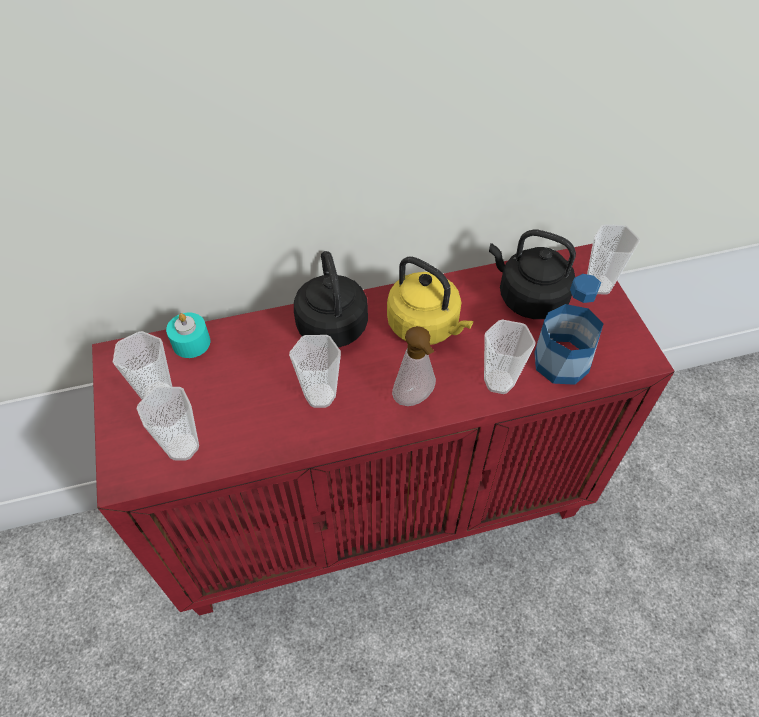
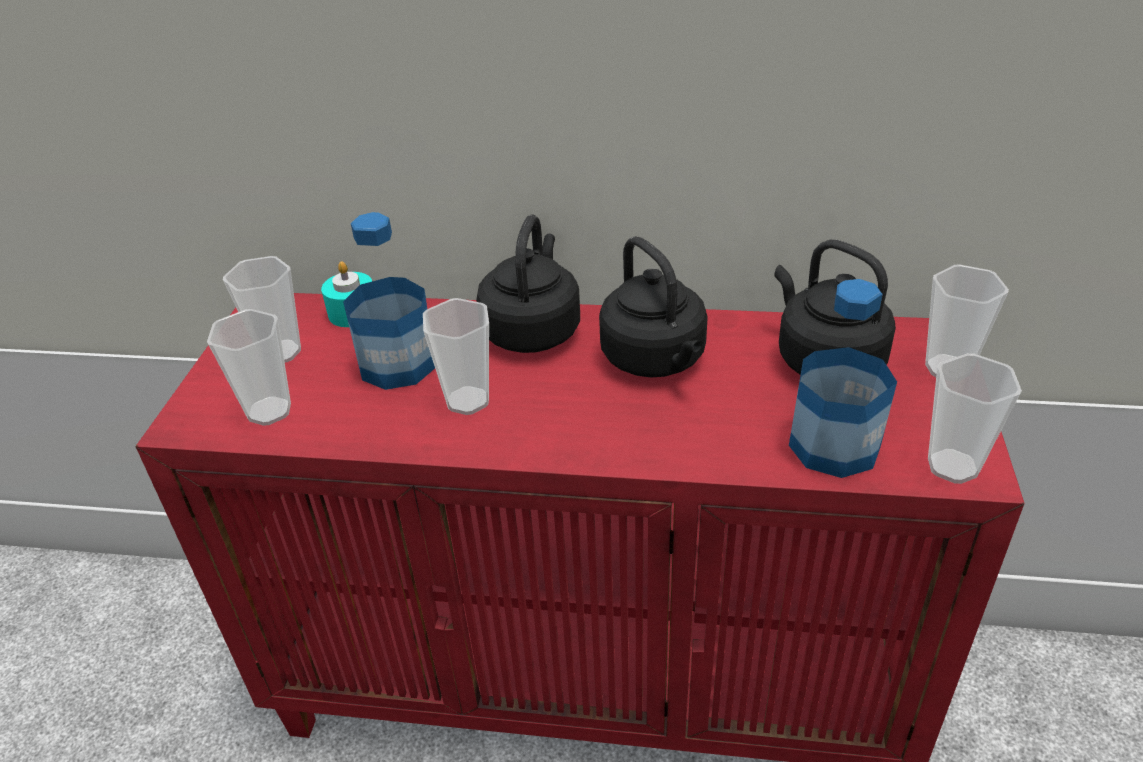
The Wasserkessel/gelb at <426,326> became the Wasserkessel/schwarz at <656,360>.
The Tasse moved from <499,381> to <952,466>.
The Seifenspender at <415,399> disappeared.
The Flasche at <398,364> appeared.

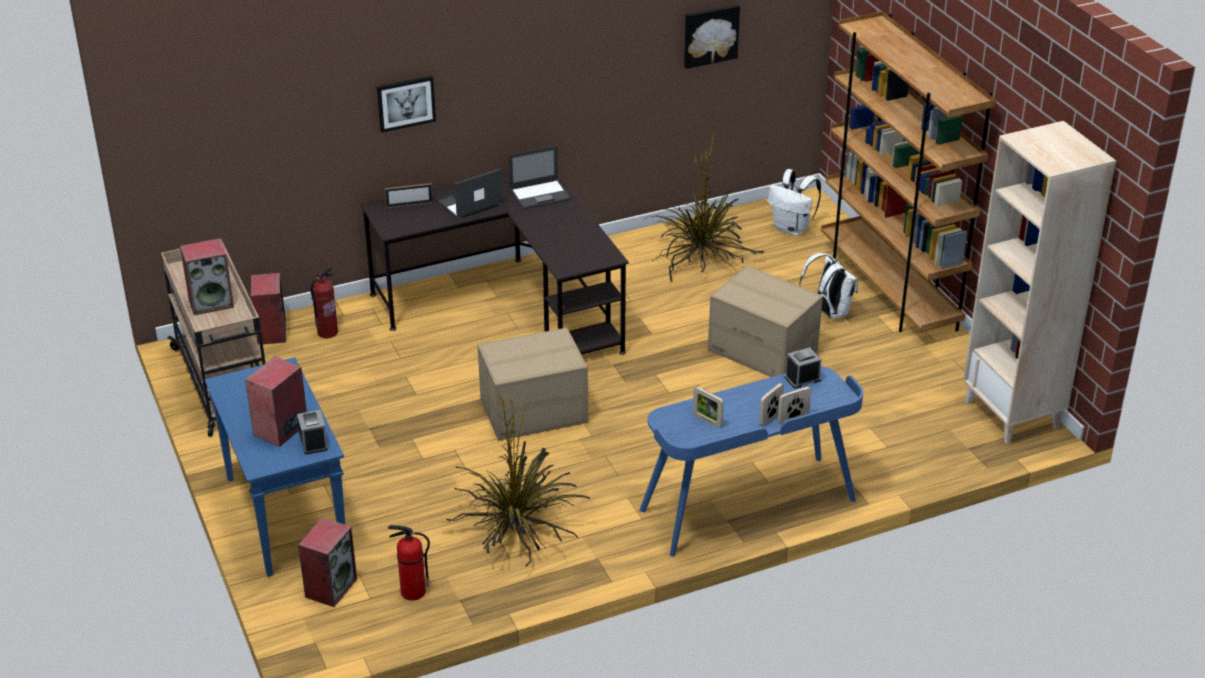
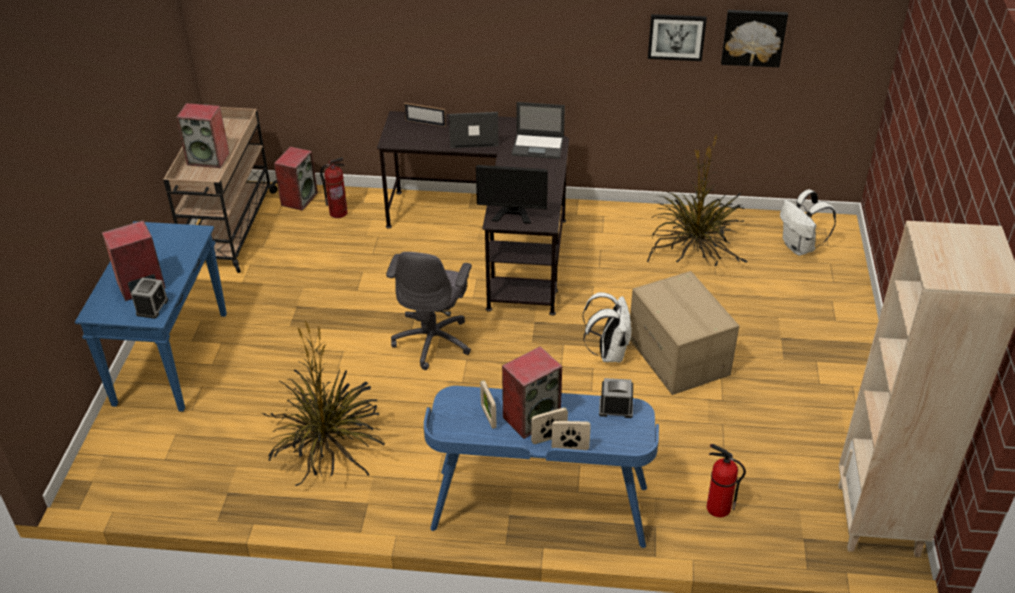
The Bücherregal/braun at <889,290> disappeared.
The Bild moved from <405,103> to <676,36>.
The Rucksack/weiß moved from <828,312> to <608,353>.
The Karton at <534,412> was replaced by the Bürostuhl/grau at <433,341>.
The Lautsprecher moved from <331,587> to <531,417>.
The Feuerlöscher moved from <412,592> to <717,507>.
The Monitor at <514,208> appeared.

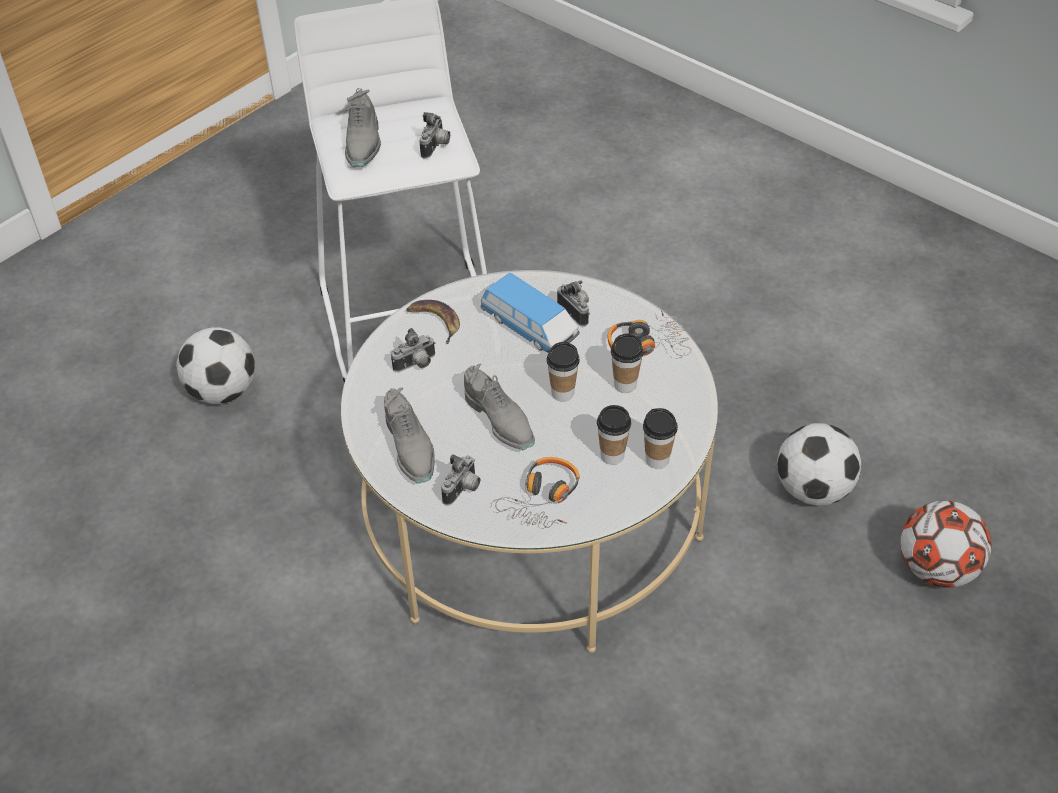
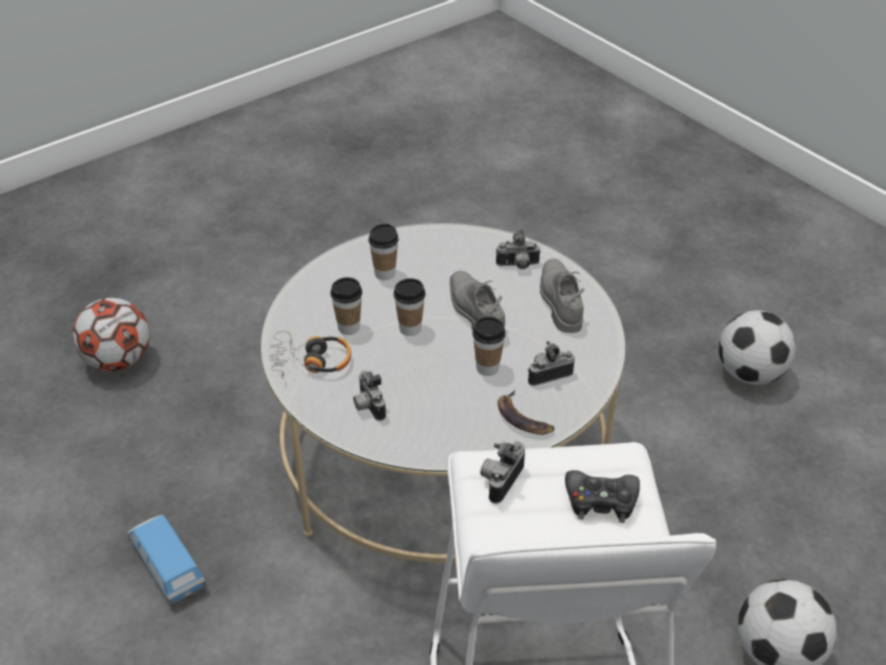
The Schuh/grau at <363,144> was replaced by the Gamepad/schwarz at <601,501>.
The Spielzeugauto moved from <529,327> to <168,566>.
The Tasse moved from <657,459> to <487,368>.
The Fußball moved from <813,490> to <749,374>.
The Kamera at <463,490> turned 135 degrees counterclockwise.
The Kopfhörer at <544,498> disappeared.

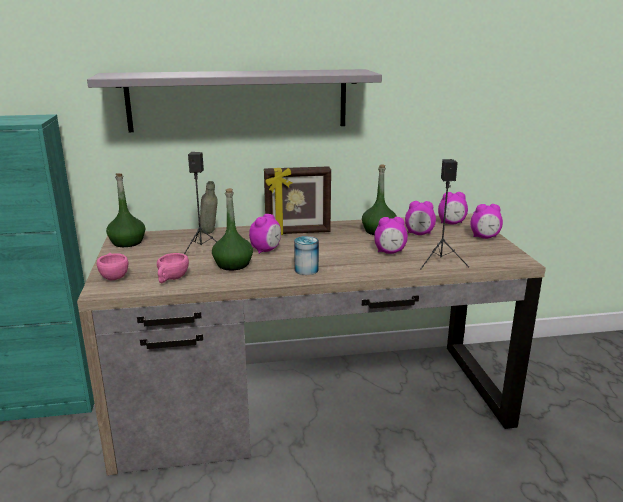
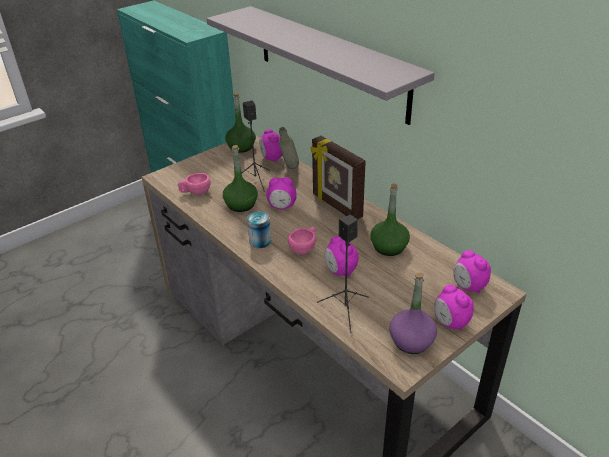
The Wecker moved from <419,234> to <272,158>.
The Tasse/rosa moved from <114,276> to <304,248>.
The Flasche/lila at <411,341> appeared.

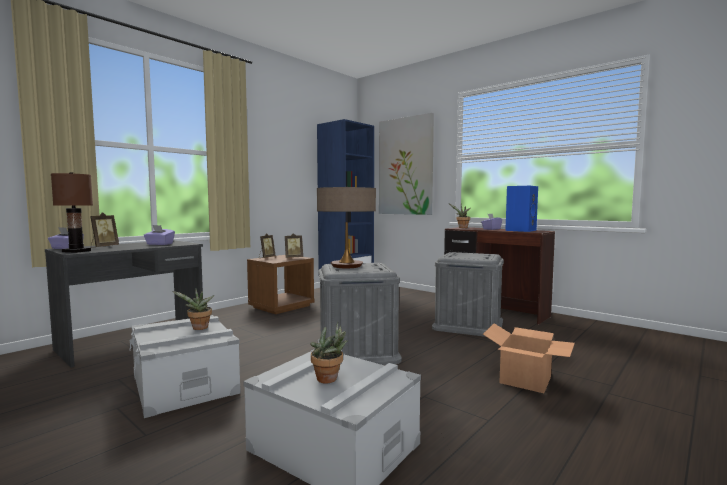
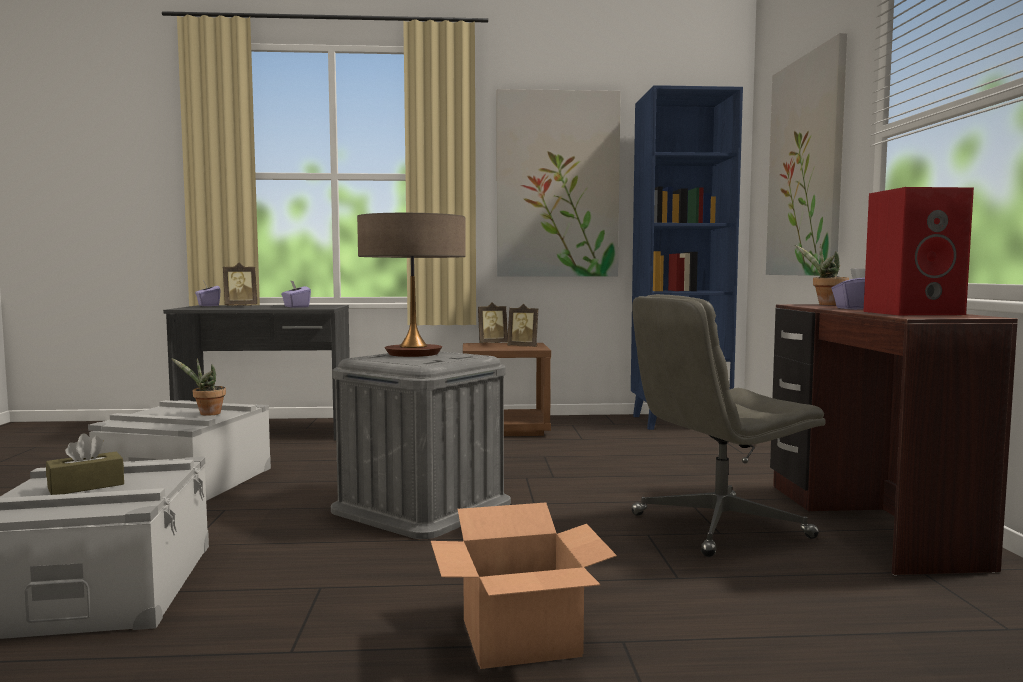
The Tischlampe/braun at <76,251> disappeared.
The Lautsprecher/blau at <520,230> became the Lautsprecher/rot at <913,313>.
The Aufbewahrungsbox/grau at <468,324> was replaced by the Bürostuhl/grau at <718,526>.
The Topfpflanze at <329,380> was replaced by the Taschentuchbox/braun at <86,486>.
The Bild at <557,185> appeared.

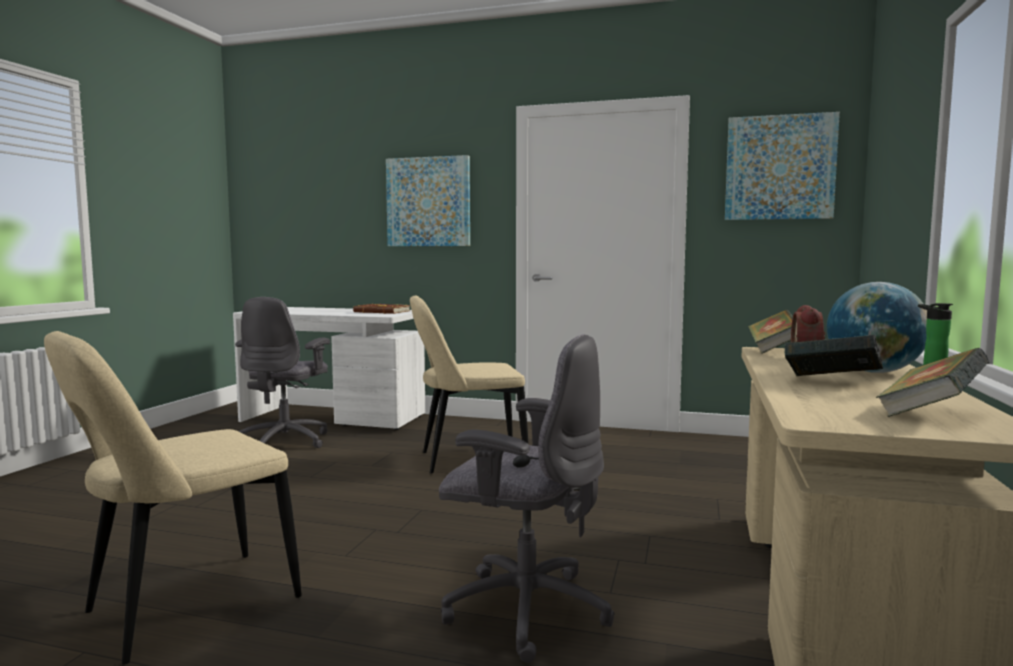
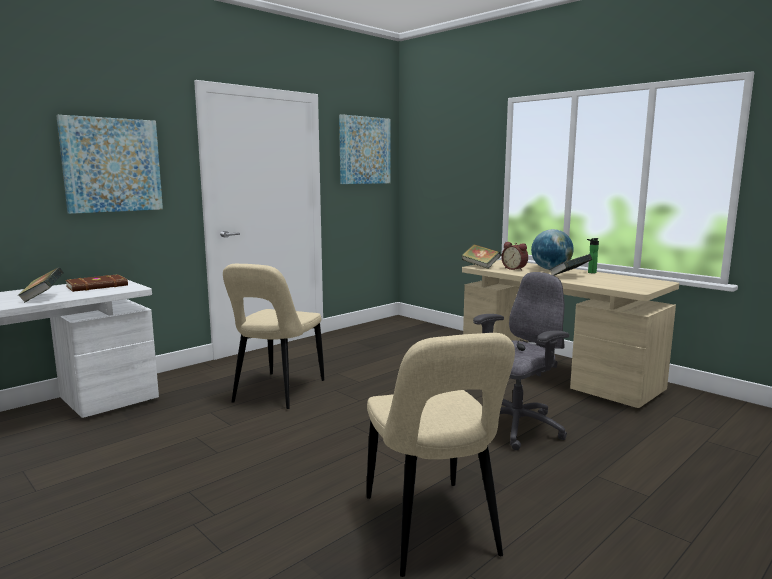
The Bürostuhl/grau at <286,441> disappeared.
The Buch moved from <930,414> to <43,298>.

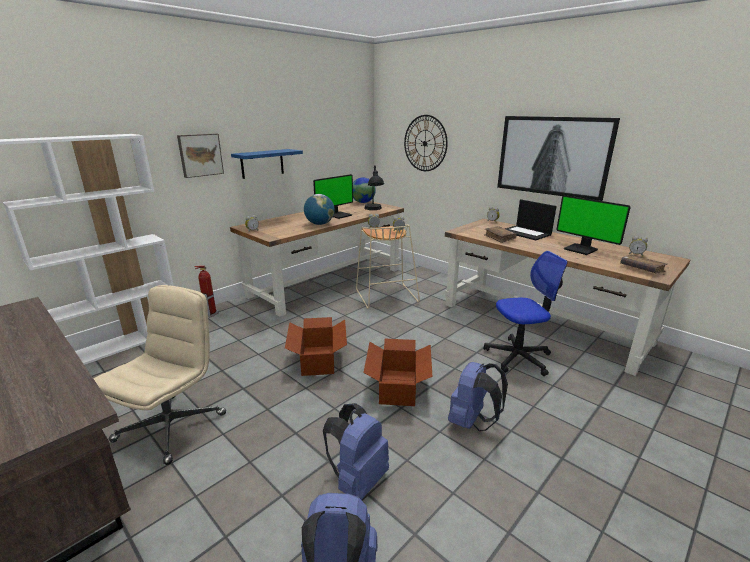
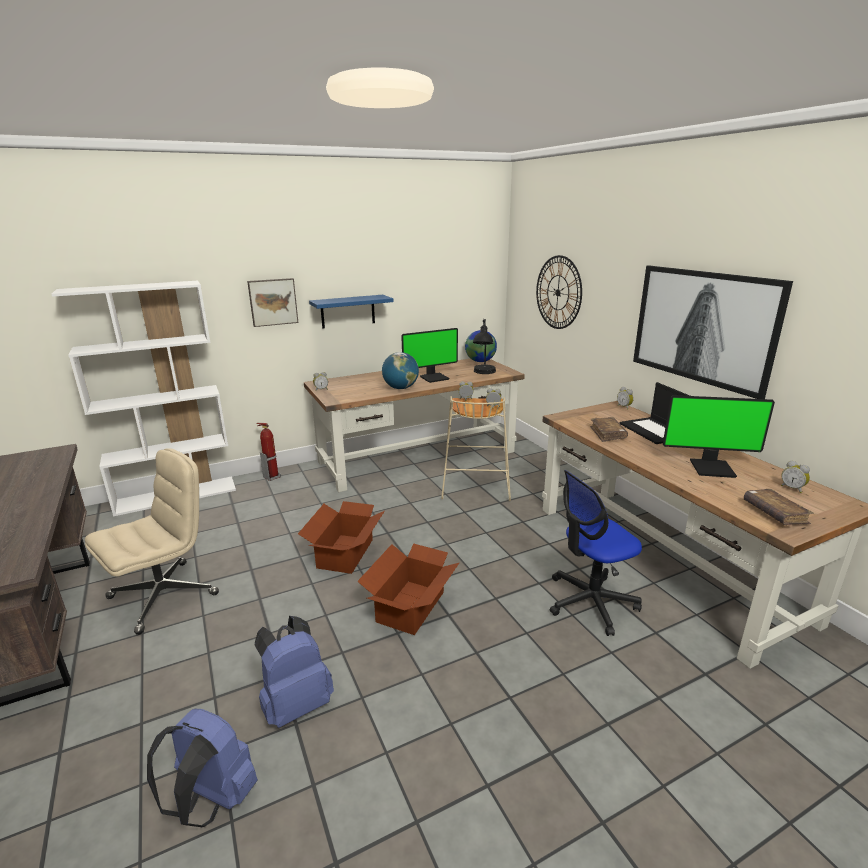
The Monitor at <581,249> turned 60 degrees counterclockwise.
The Bürostuhl at <518,357> turned 150 degrees clockwise.
The Rucksack/blau at <472,422> disappeared.

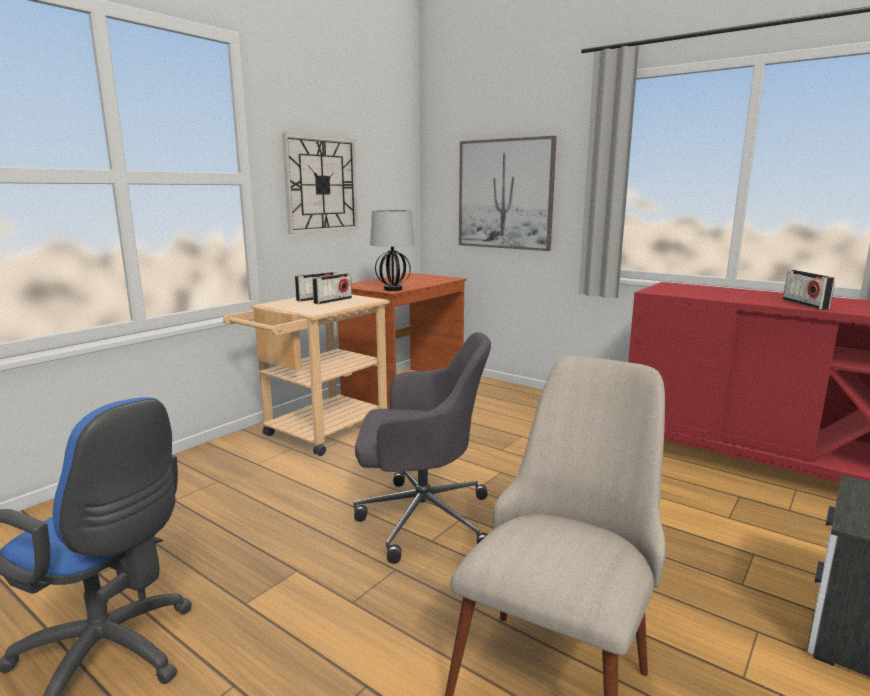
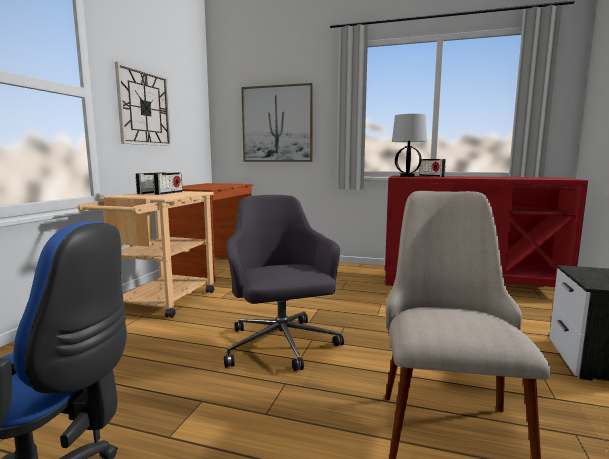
The Tischlampe moved from <393,289> to <407,176>.
The Radio moved from <805,304> to <431,176>.
The Bürostuhl/grau at <421,518> turned 90 degrees counterclockwise.

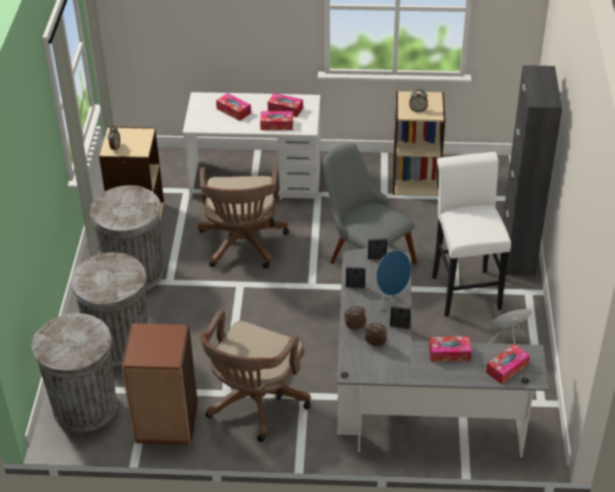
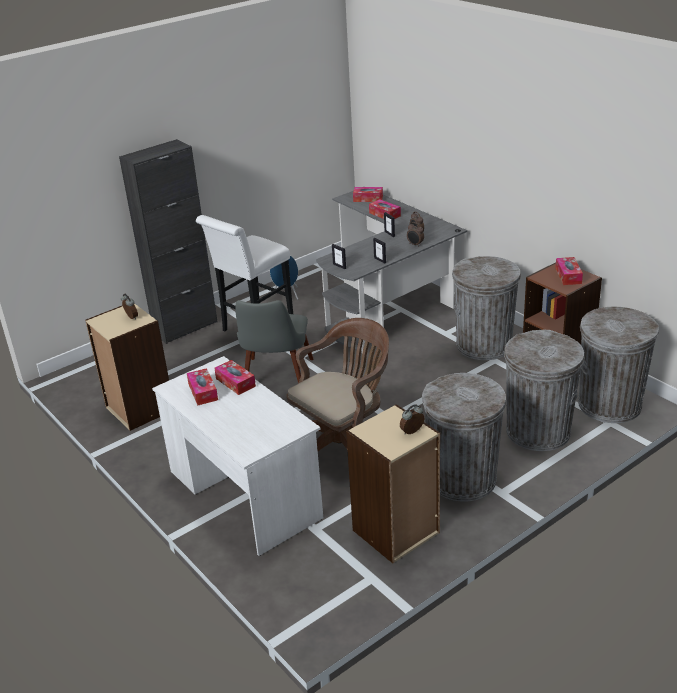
The Taschentuchbox moved from <233,111> to <568,276>.
The Lautsprecher/blau at <390,297> disappeared.
The Bürostuhl/braun at <254,404> was replaced by the Mülleimer/grau at <484,345>.

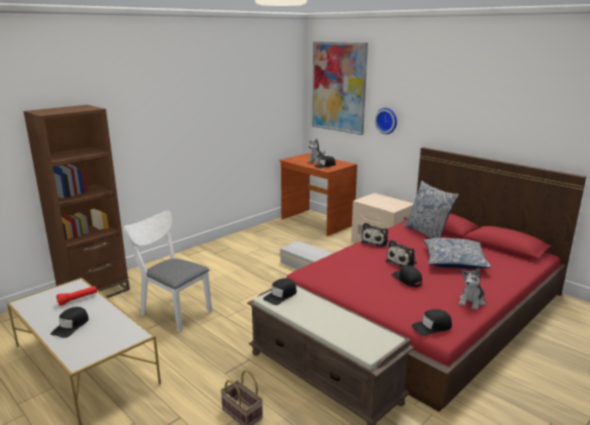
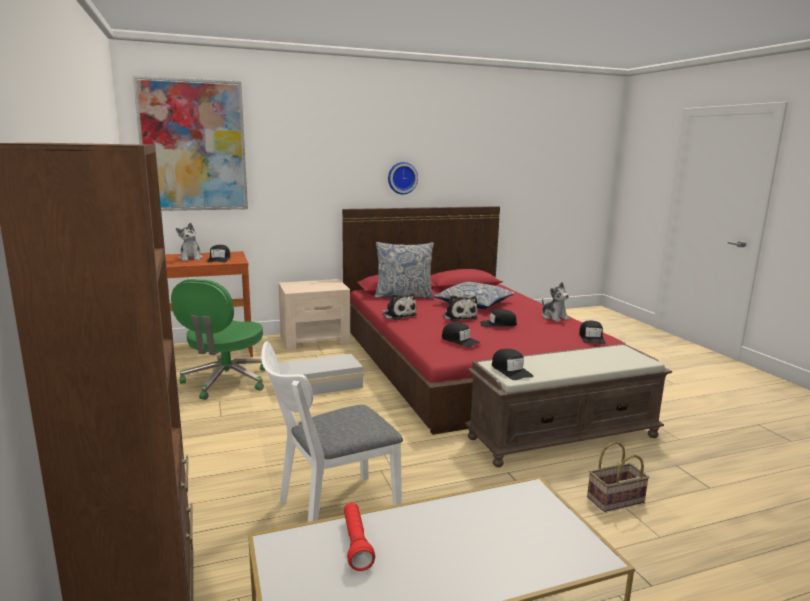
The Wanduhr moved from <387,120> to <402,178>.
The Kappe/schwarz moved from <71,326> to <459,340>.
The Bürostuhl/grün at <225,382> appeared.

